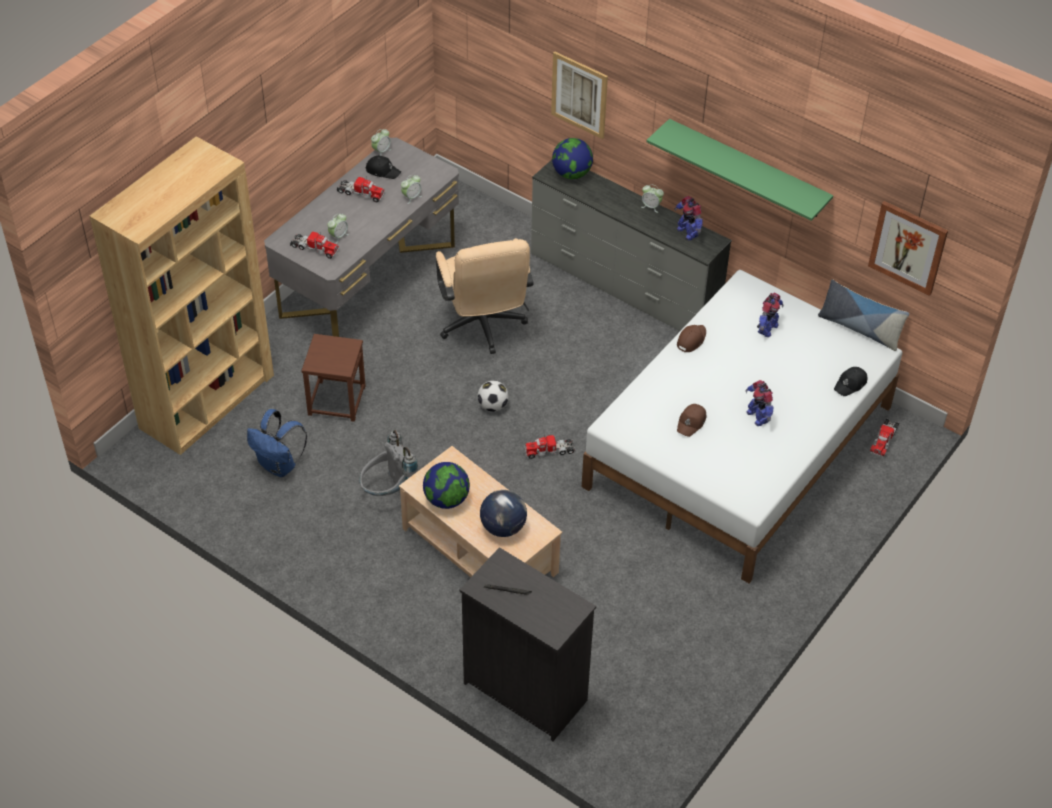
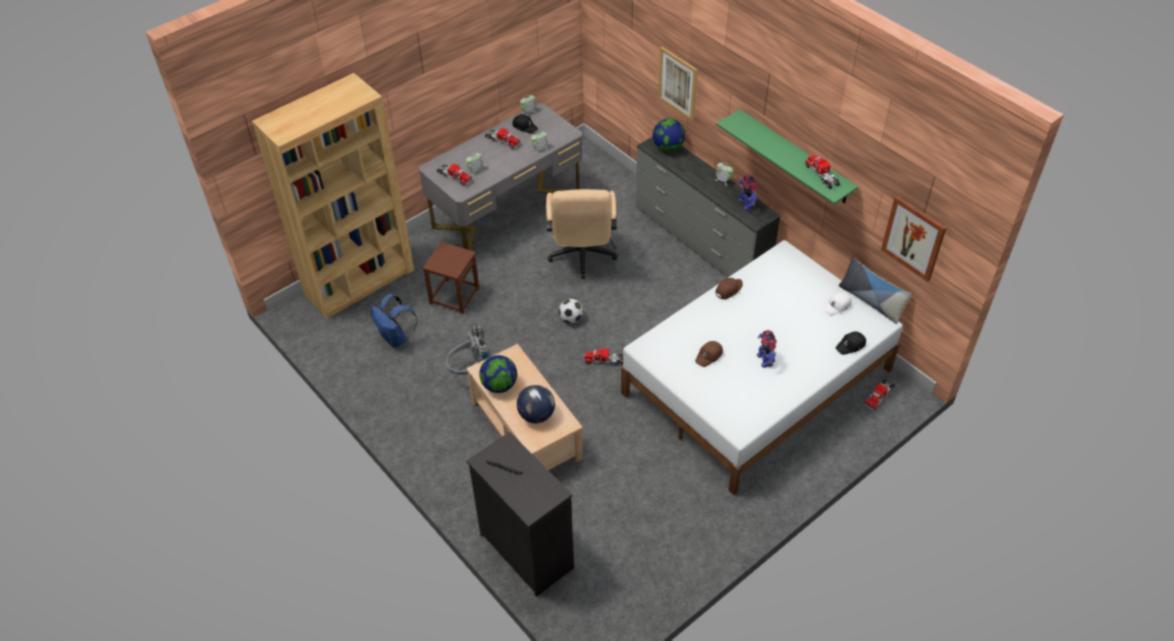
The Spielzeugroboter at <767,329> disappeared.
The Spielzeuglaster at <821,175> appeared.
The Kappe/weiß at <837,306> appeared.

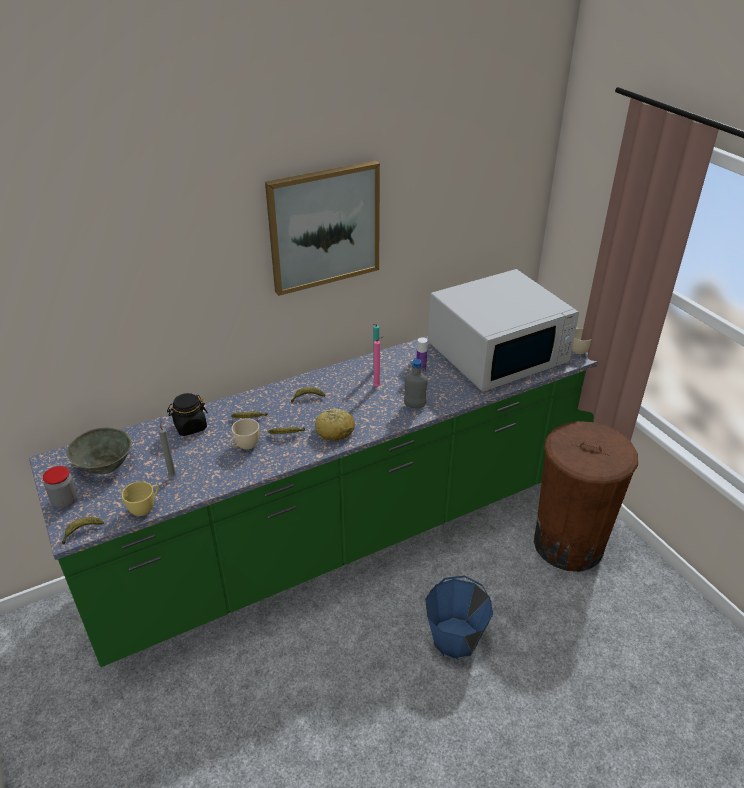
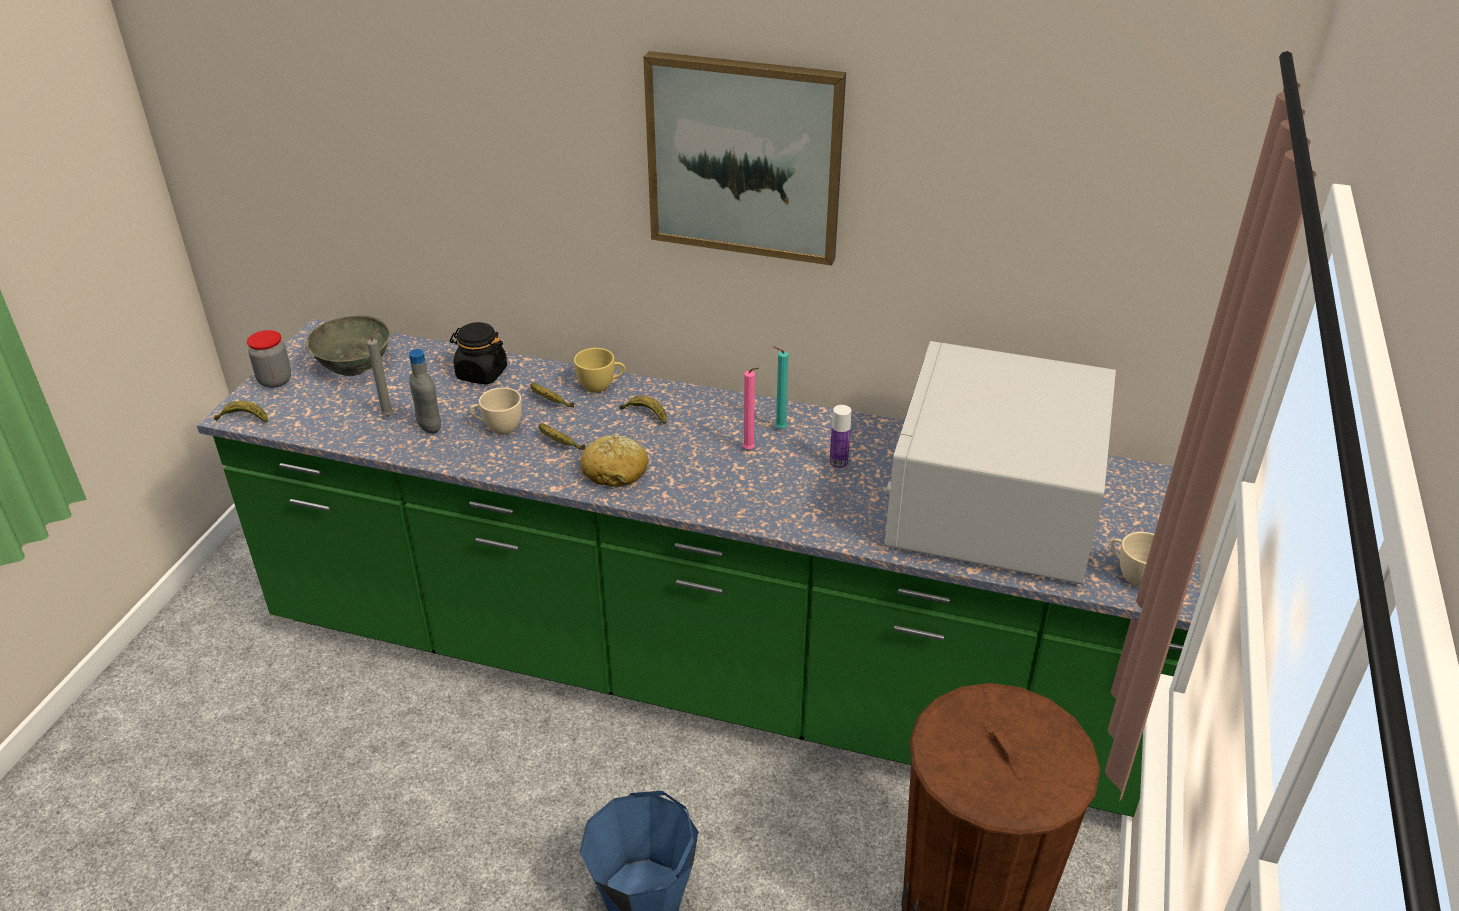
The Mikrowelle/weiß at <498,353> turned 90 degrees clockwise.
The Flasche/grau moved from <414,405> to <429,427>.
The Tasse/gelb moved from <145,508> to <601,386>.

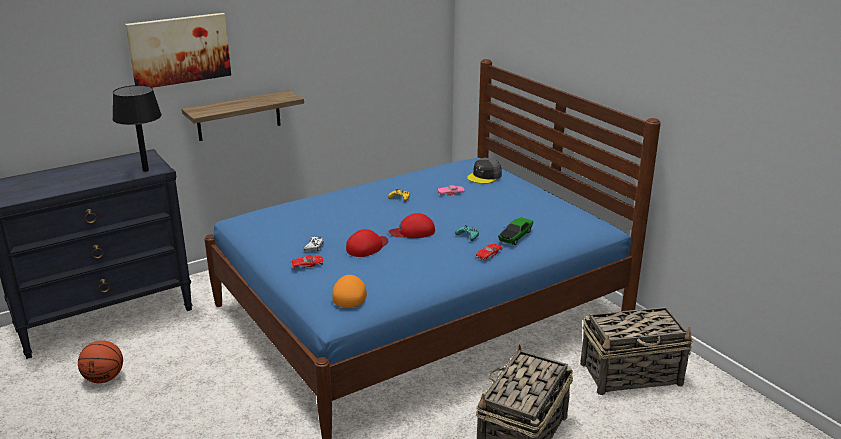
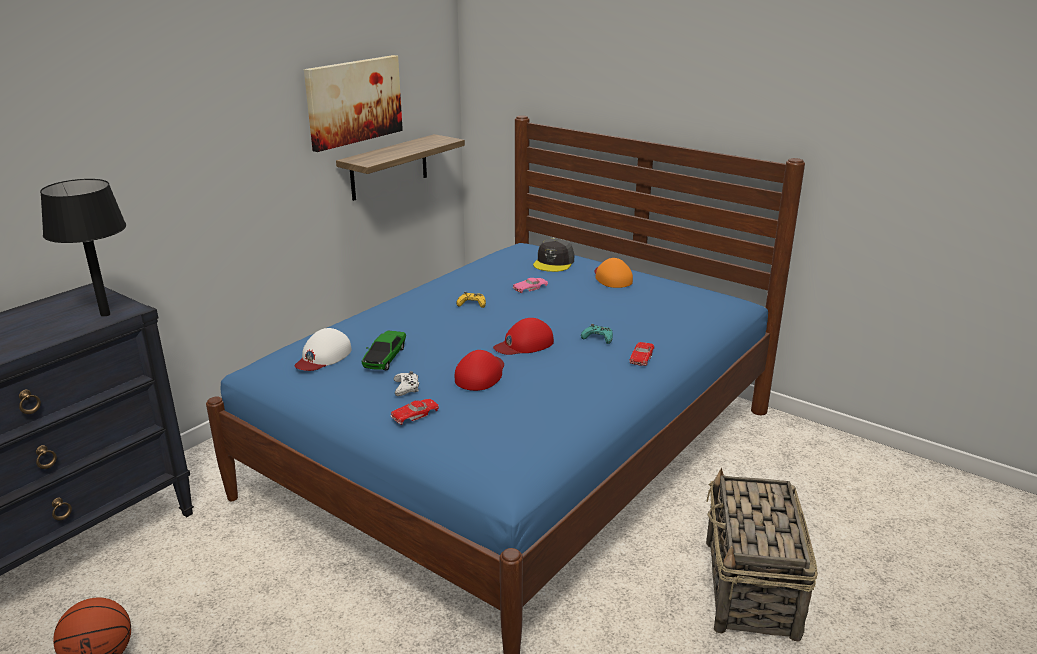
The Bild moved from <179,50> to <354,101>.
The Wandregal moved from <239,116> to <389,167>.
The Spielzeugauto moved from <515,236> to <385,358>.
The Kappe/orange moved from <350,294> to <612,278>.
The Korb at <632,374> disappeared.
The Kappe/weiß at <323,357> appeared.

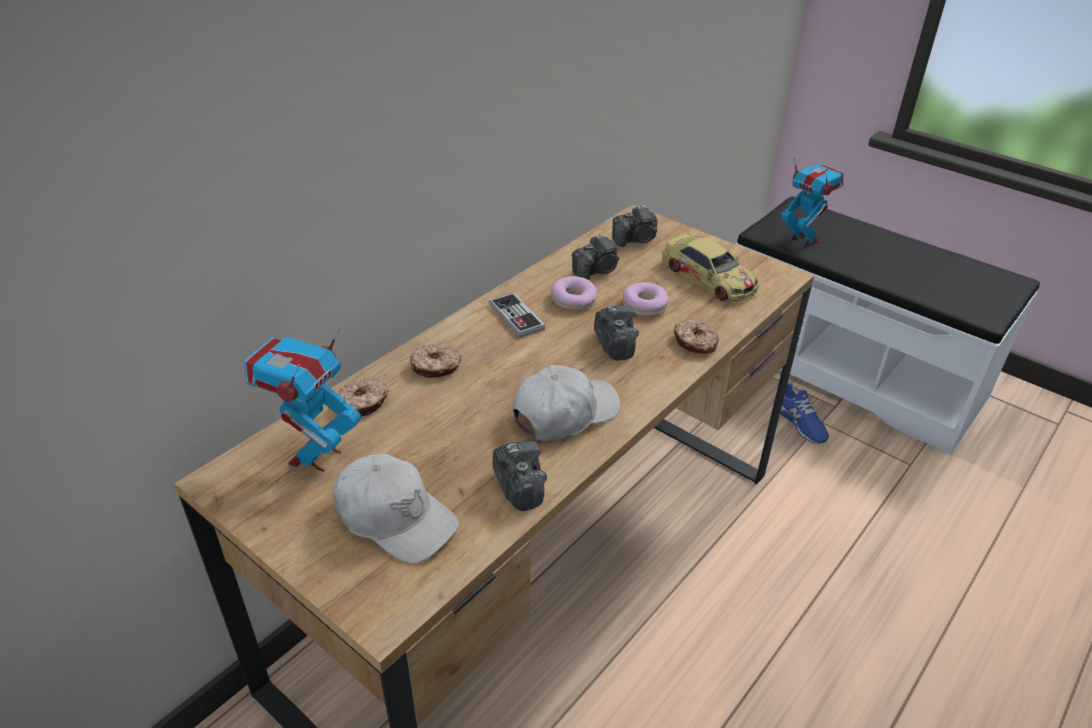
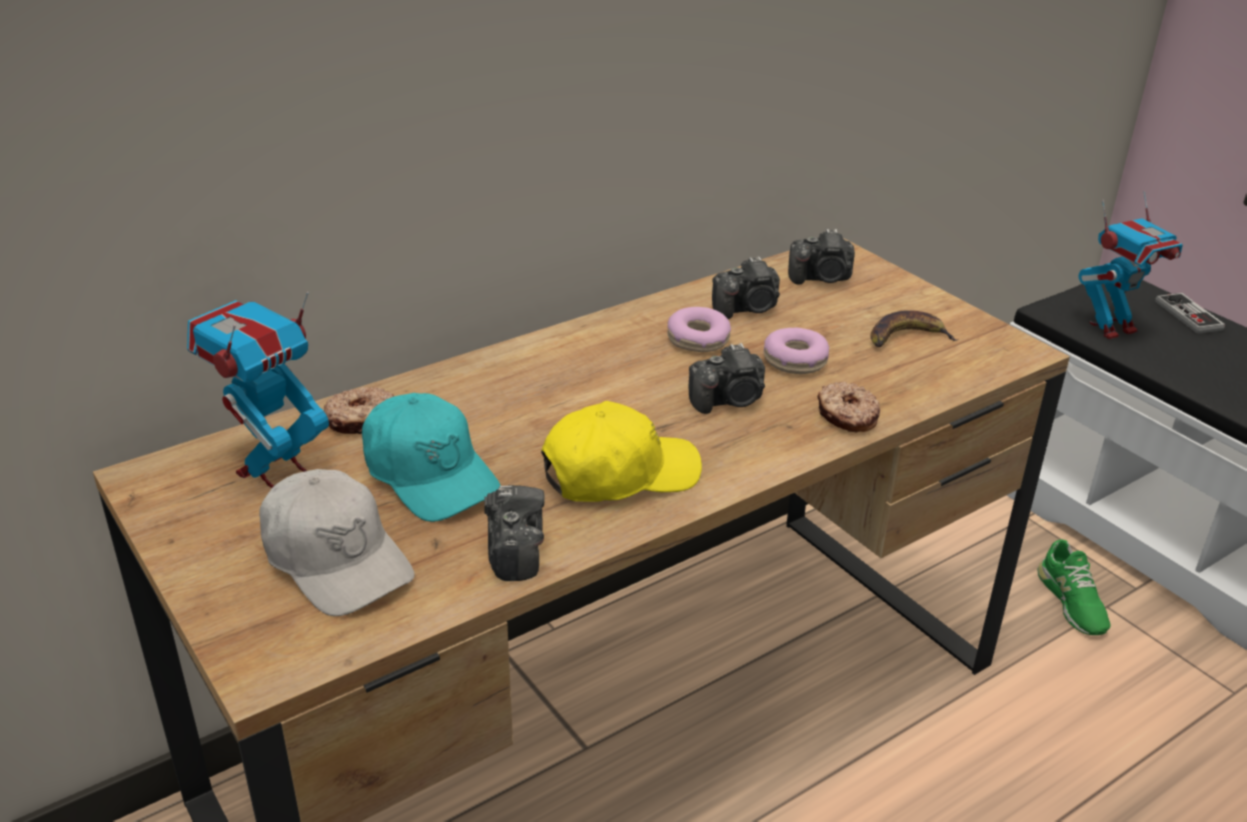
The Spielzeugroboter at <802,240> turned 90 degrees clockwise.
The Spielzeugauto at <709,277> was replaced by the Banane at <906,338>.
The Gamepad moved from <516,317> to <1188,315>.
The Kamera at <614,344> turned 75 degrees clockwise.
The Donut at <435,367> disappeared.
The Kappe/weiß at <564,413> became the Kappe/gelb at <619,474>.
The Schuh/blau at <799,422> became the Schuh/grün at <1071,601>.
The Kappe/türkis at <430,474> appeared.

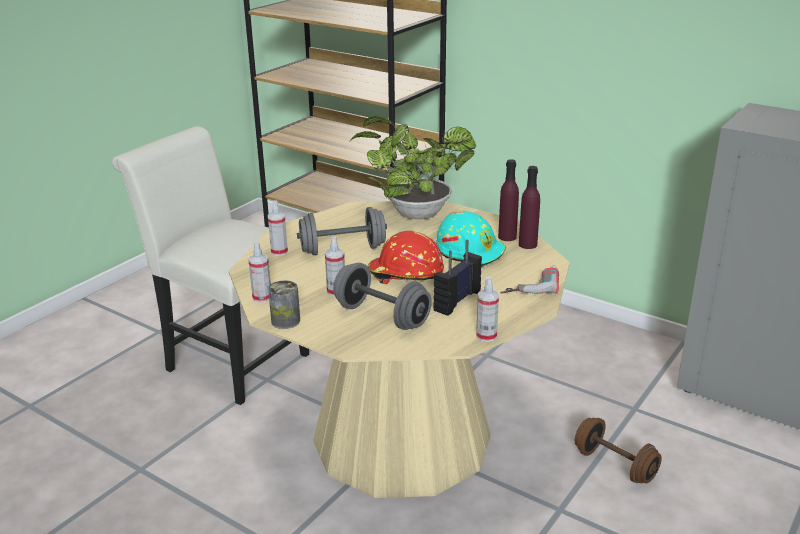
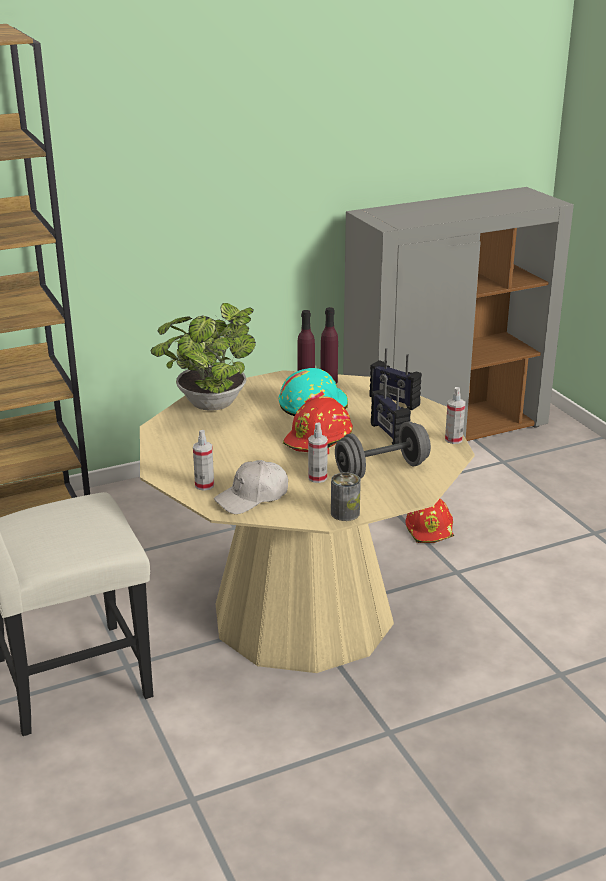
The Hantel/grau at <343,249> disappeared.
The Sprühflasche at <262,297> disappeared.
The Bohrmaschine at <529,284> was replaced by the Radio at <394,401>.
The Hantel/braun at <615,465> was replaced by the Schutzhelm/rot at <430,529>.
The Kappe/weiß at <252,497> appeared.

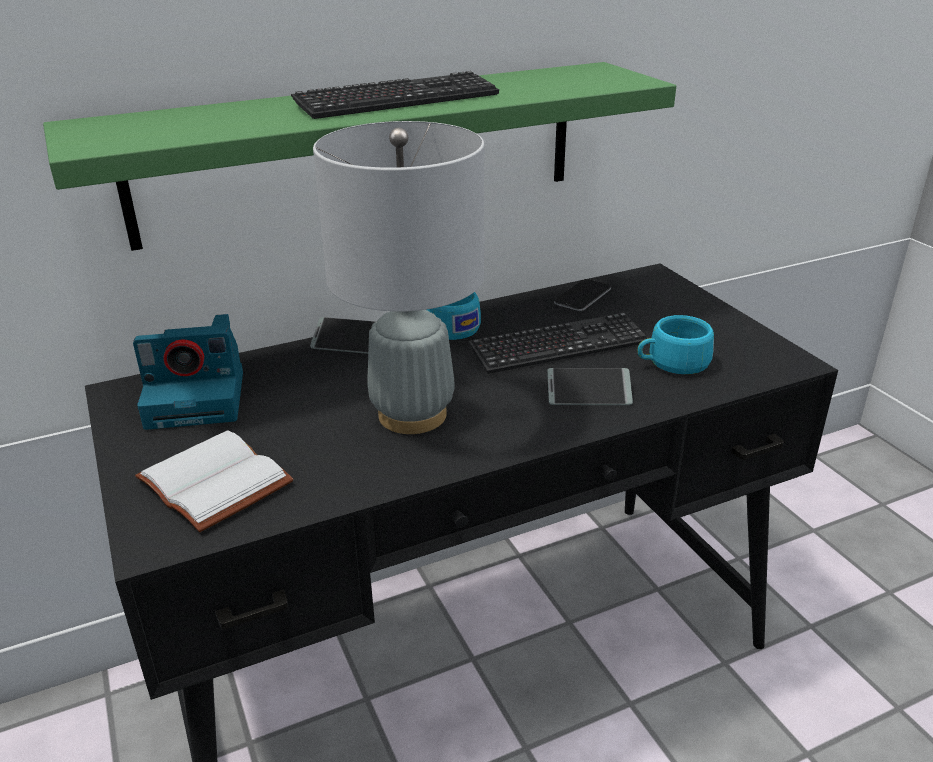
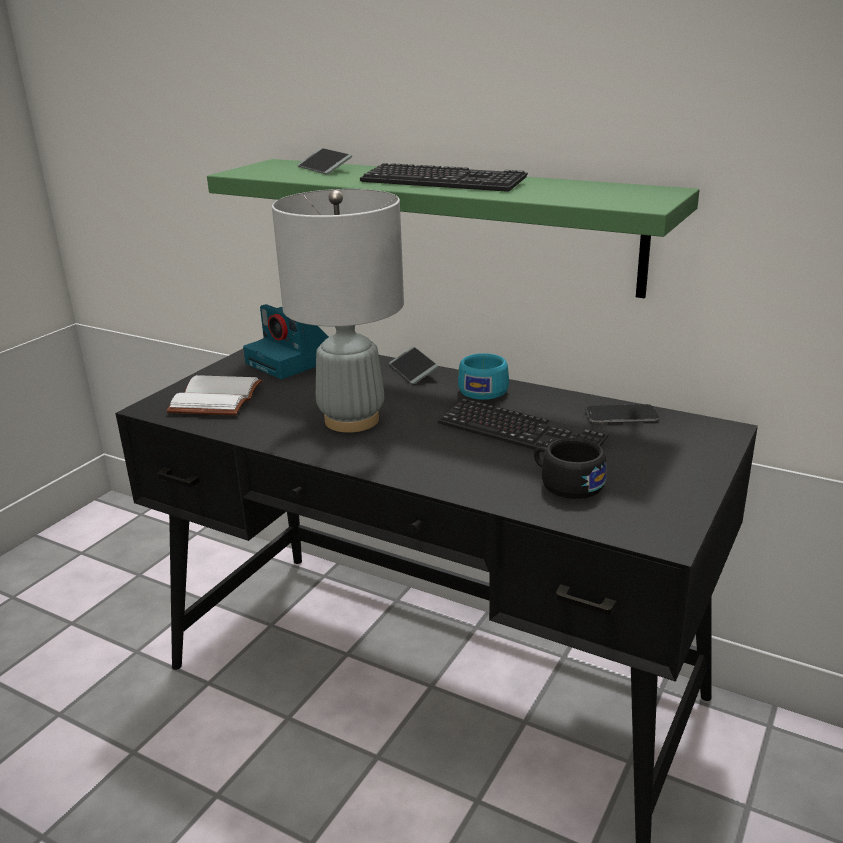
The Tasse/türkis at <672,363> became the Tasse/schwarz at <566,483>.
The Handy moved from <588,394> to <324,168>.

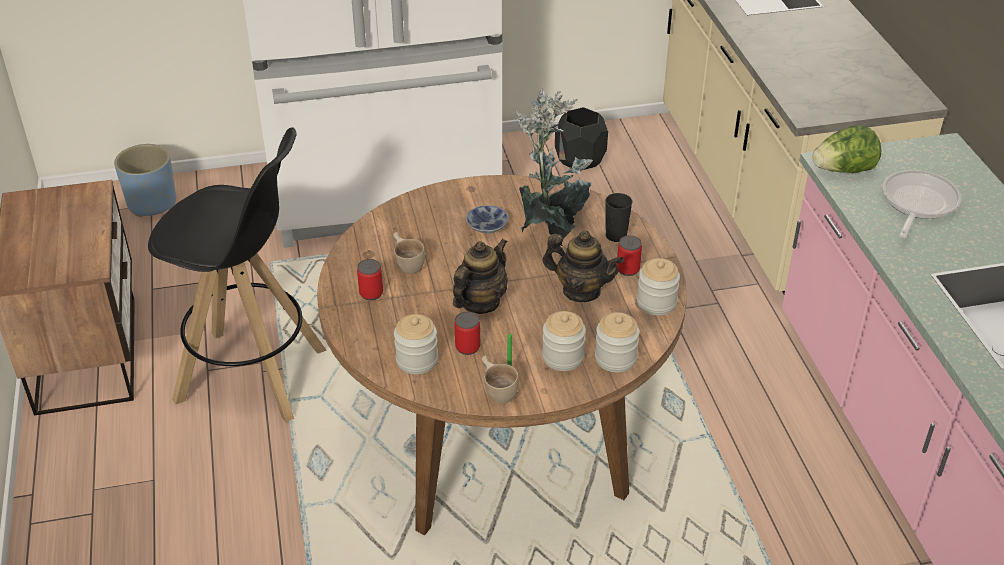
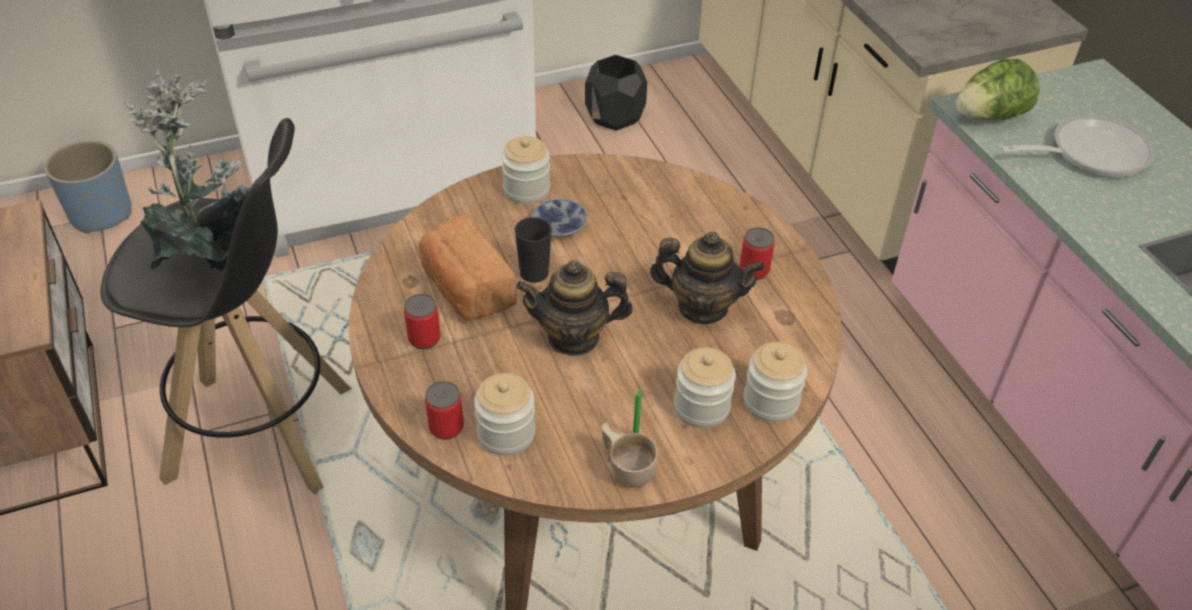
The Topfpflanze moved from <551,230> to <213,256>.
The Pfanne at <916,204> turned 60 degrees clockwise.
The Tasse/schwarz moved from <616,235> to <534,273>.
The Tasse/beige at <408,263> was replaced by the Brot at <466,289>.
The Teekanne at <480,302> turned 120 degrees counterclockwise.
The Vorratsglas moved from <656,303> to <526,190>.
The Dose moved from <467,347> to <446,427>.

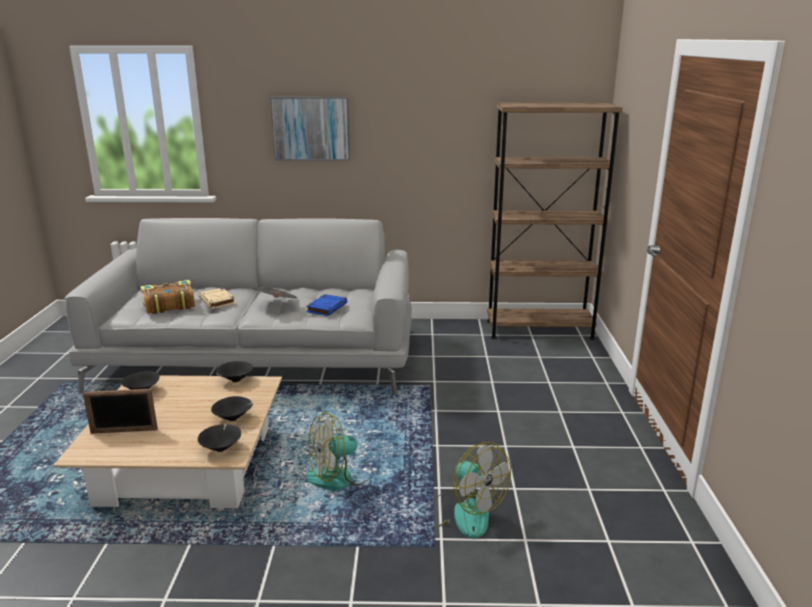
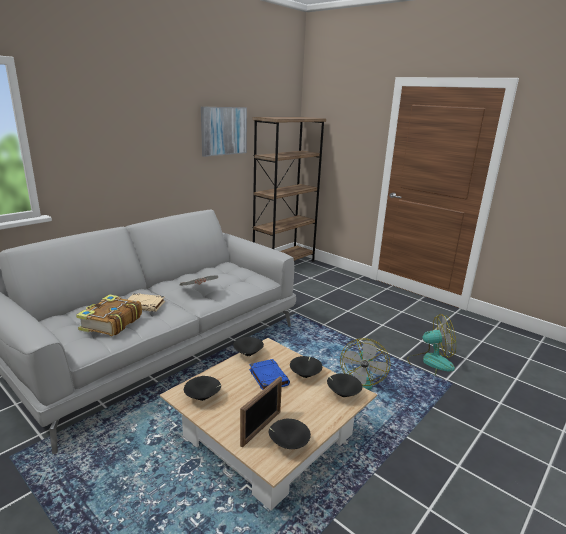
The Bild moved from <311,128> to <223,131>.
The Buch/blau moved from <327,308> to <268,377>.
The Schüssel/schwarz at <288,444> appeared.

